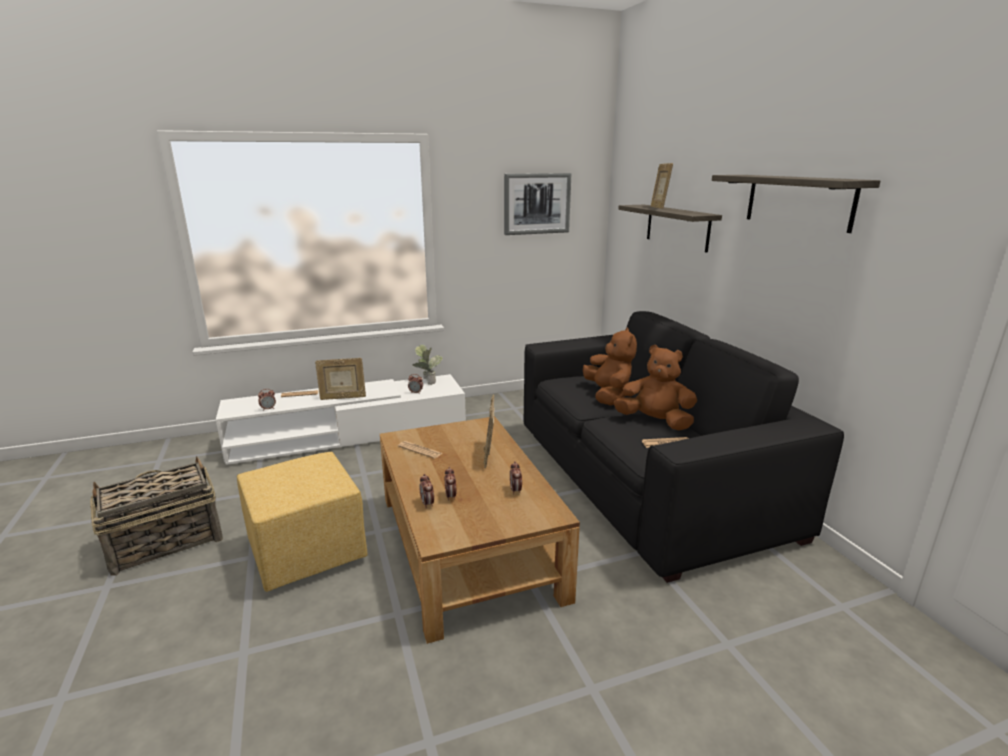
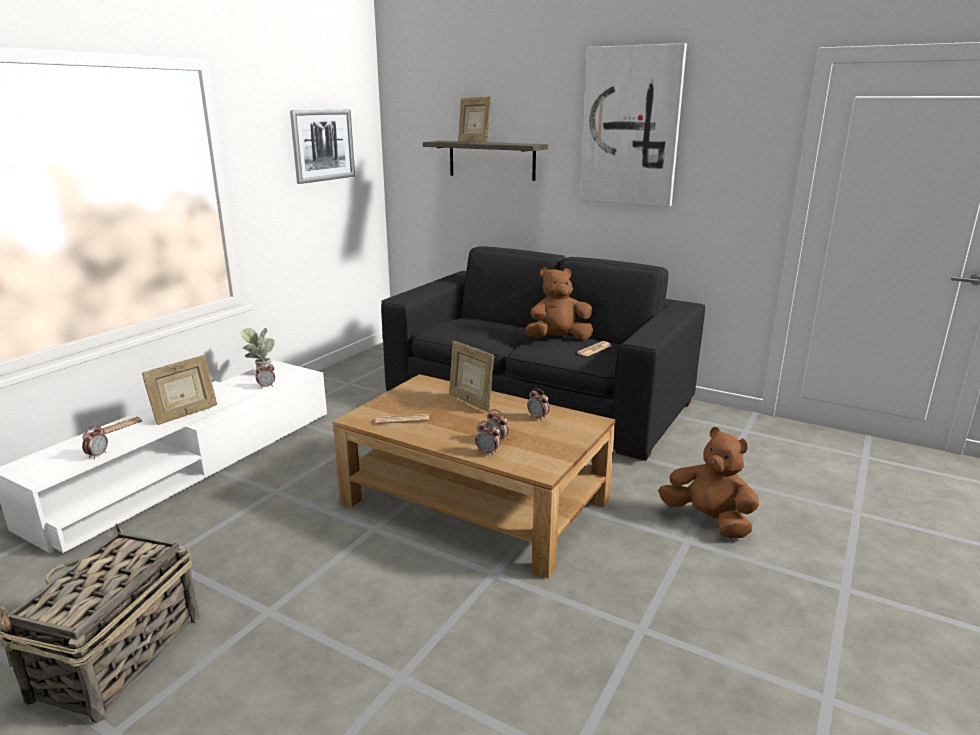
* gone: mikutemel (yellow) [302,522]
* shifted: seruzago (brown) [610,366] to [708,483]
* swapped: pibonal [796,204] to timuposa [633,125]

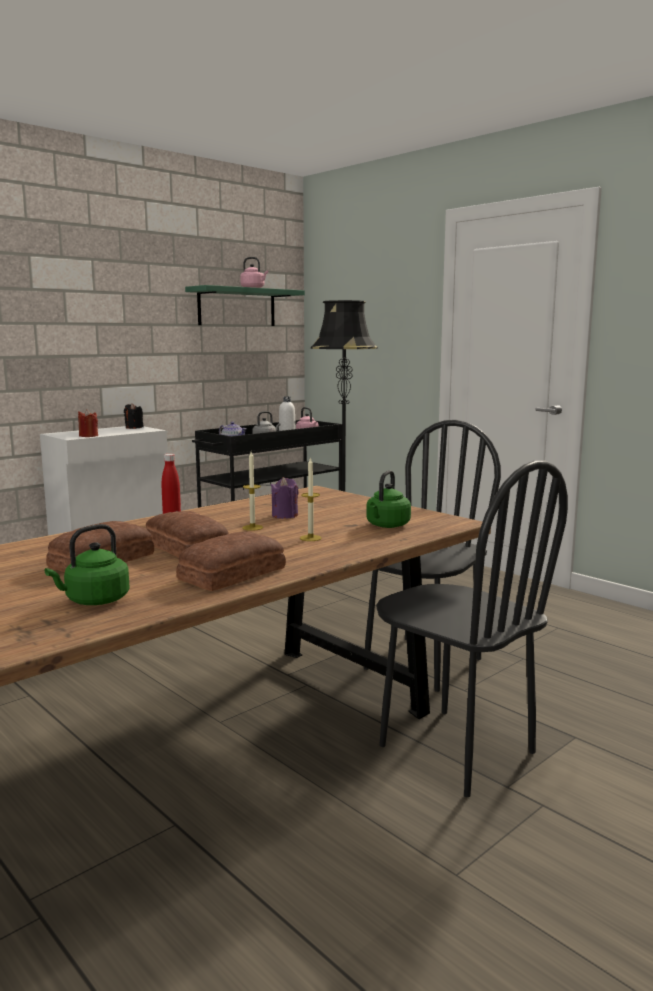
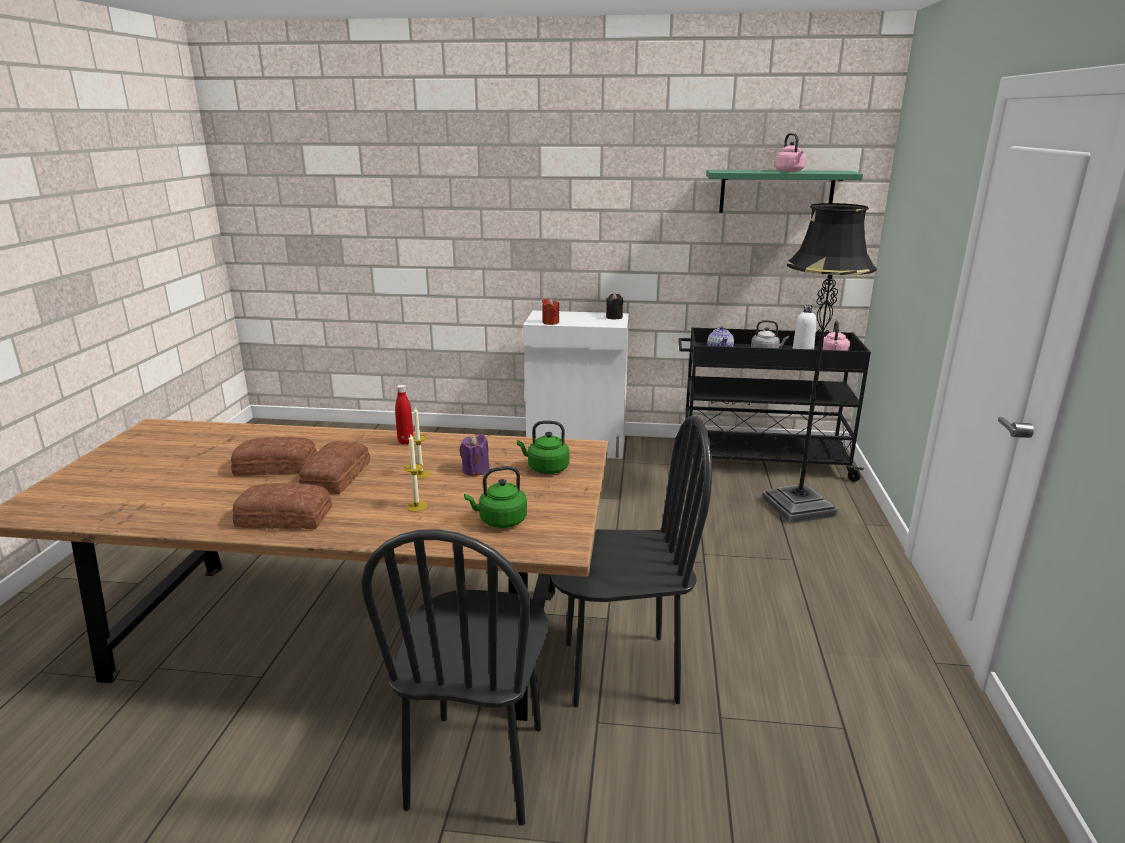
* shifted: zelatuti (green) [87,564] to [543,447]

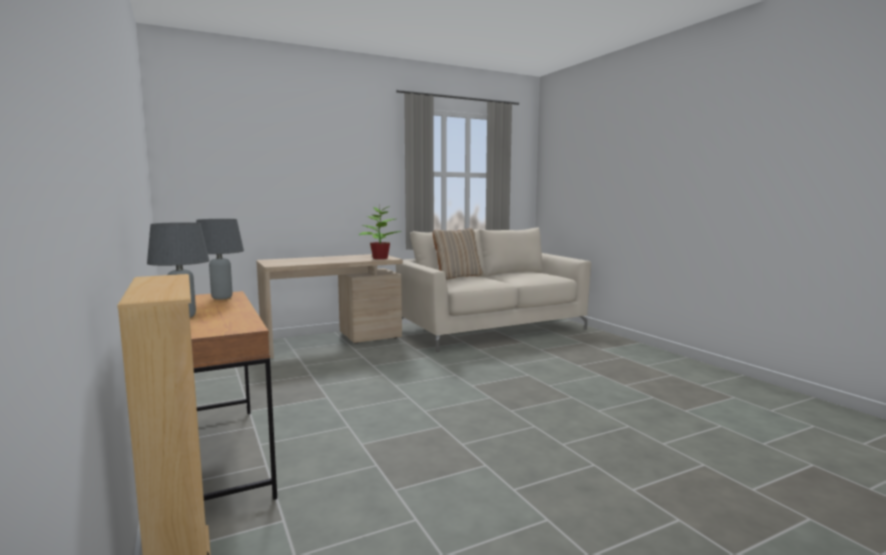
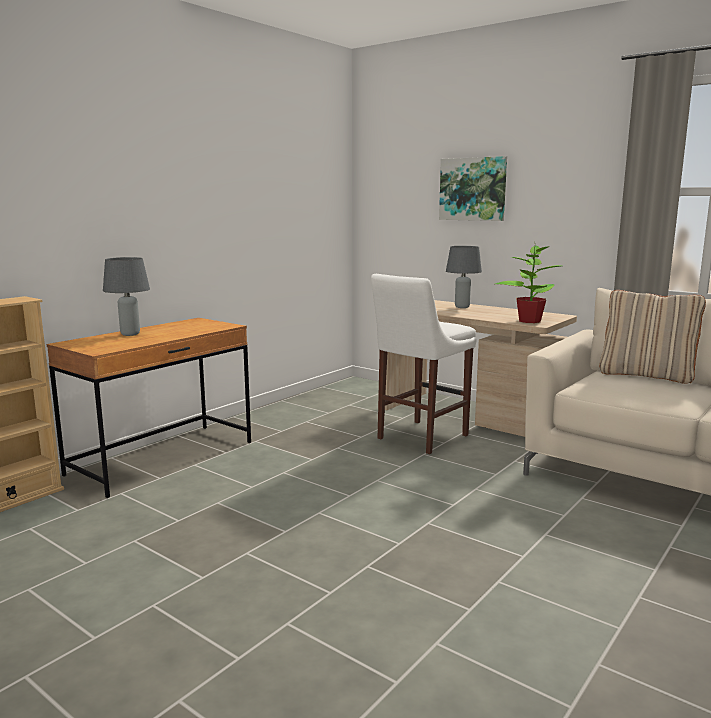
* shifted: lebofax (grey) [220,259] to [464,277]
* new: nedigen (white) [424,364]
* new: timuposa [473,188]

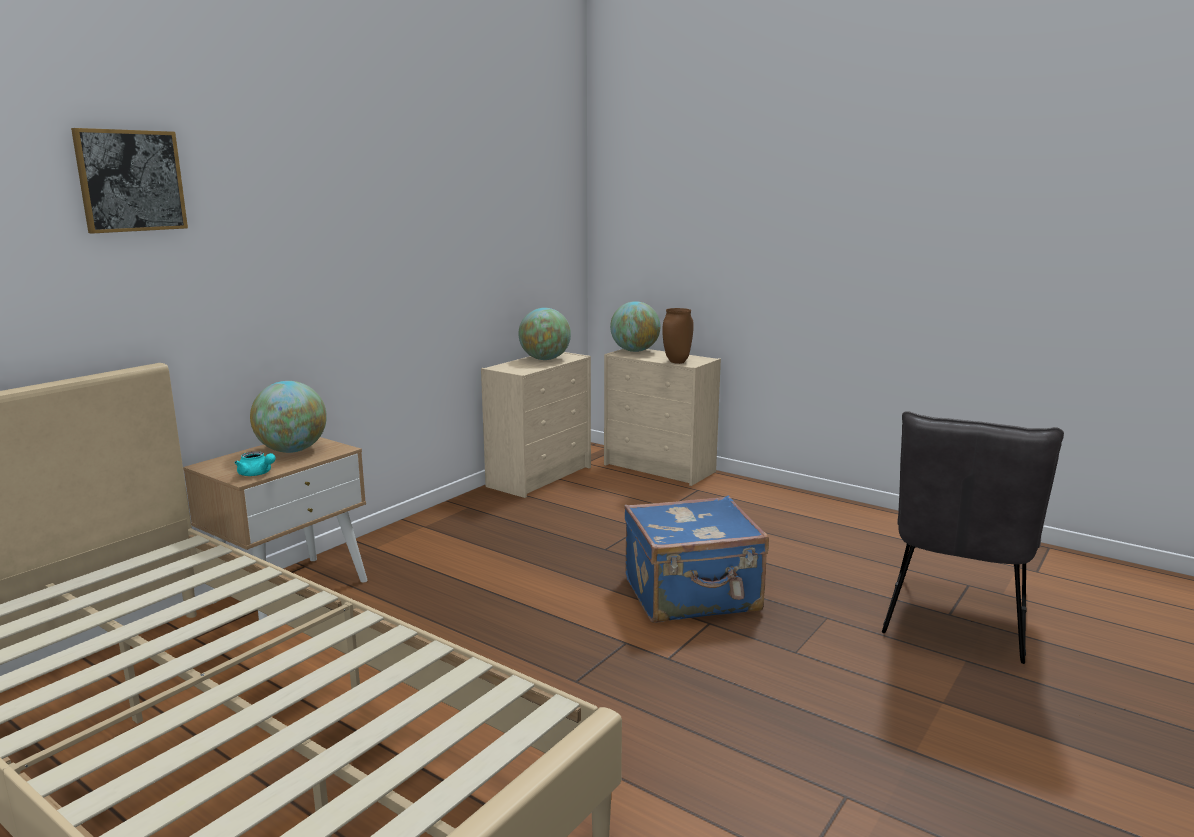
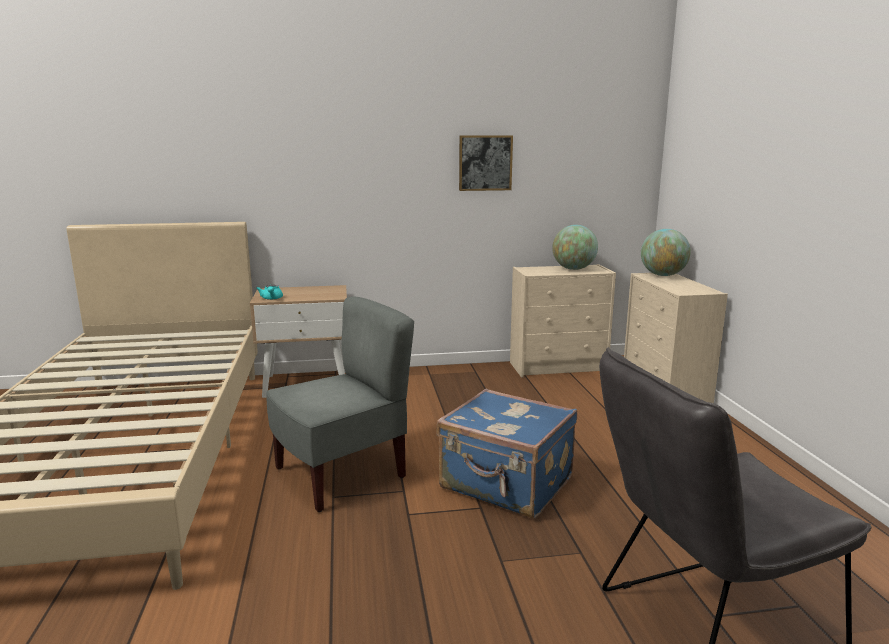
* shifted: timuposa [129,181] to [486,163]
* gone: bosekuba [288,417]
* gone: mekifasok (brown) [678,336]
* new: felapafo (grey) [340,404]

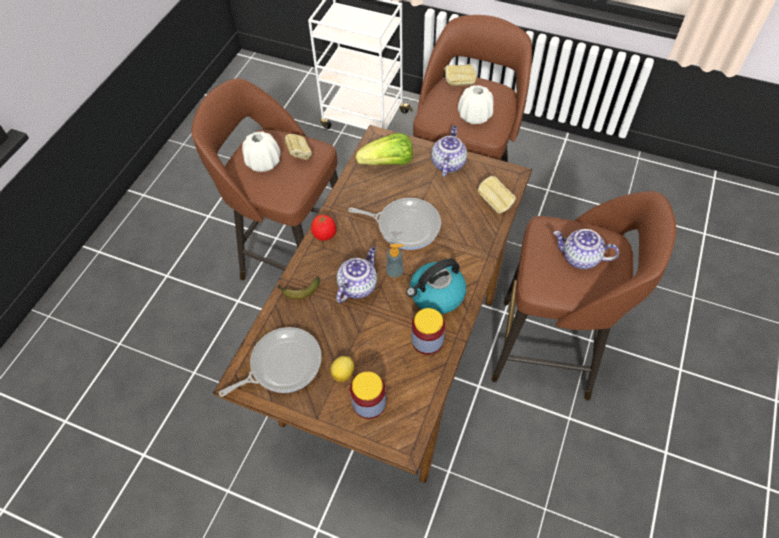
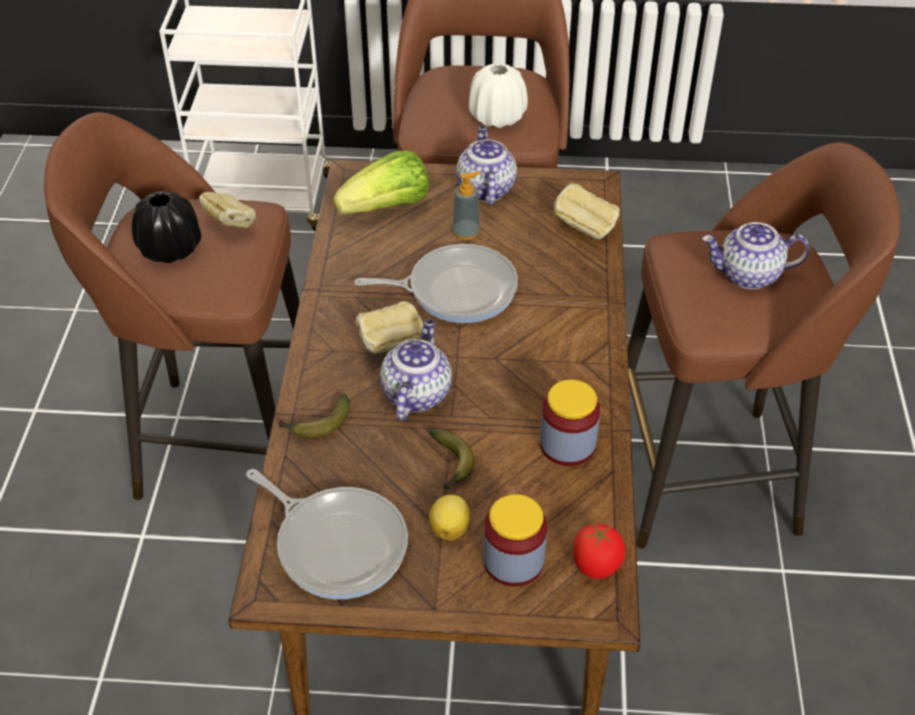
* rotated: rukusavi [270,362] = [327,534] 90 degrees clockwise
* repainted: mekifasok (white) [261,151] to mekifasok (black) [166,227]
* shifted: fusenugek [323,227] to [599,551]
* shifted: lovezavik [395,261] to [466,205]
* gone: zelatuti [436,286]
* shifted: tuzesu [460,75] to [389,327]
* new: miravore [452,459]

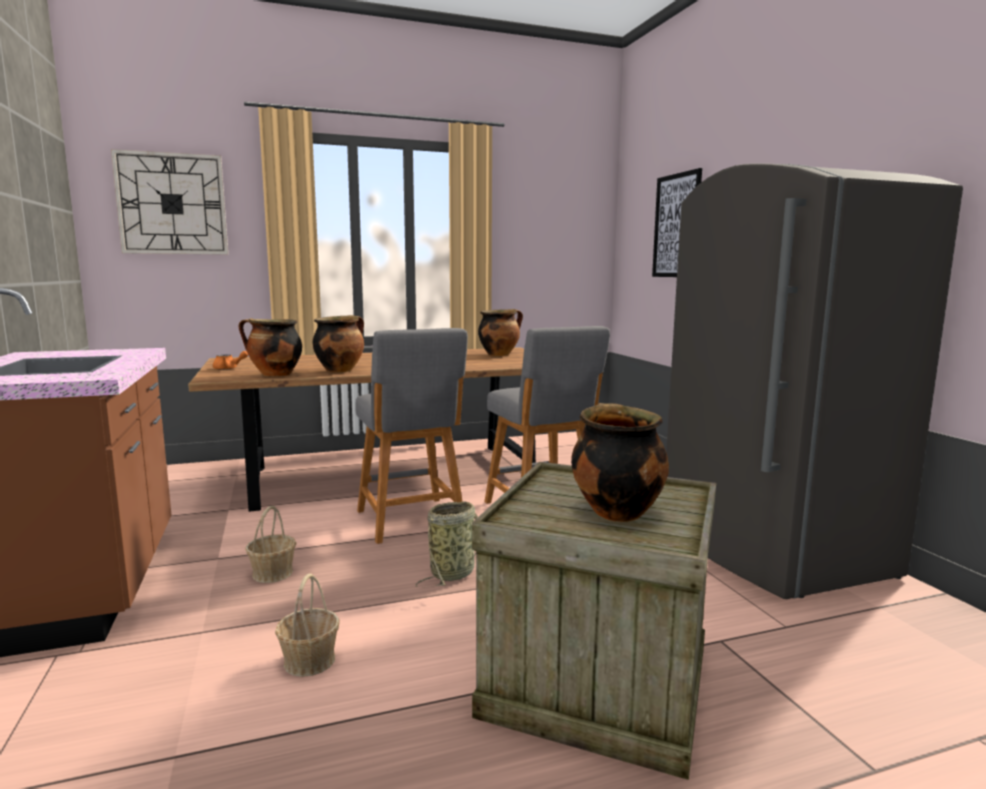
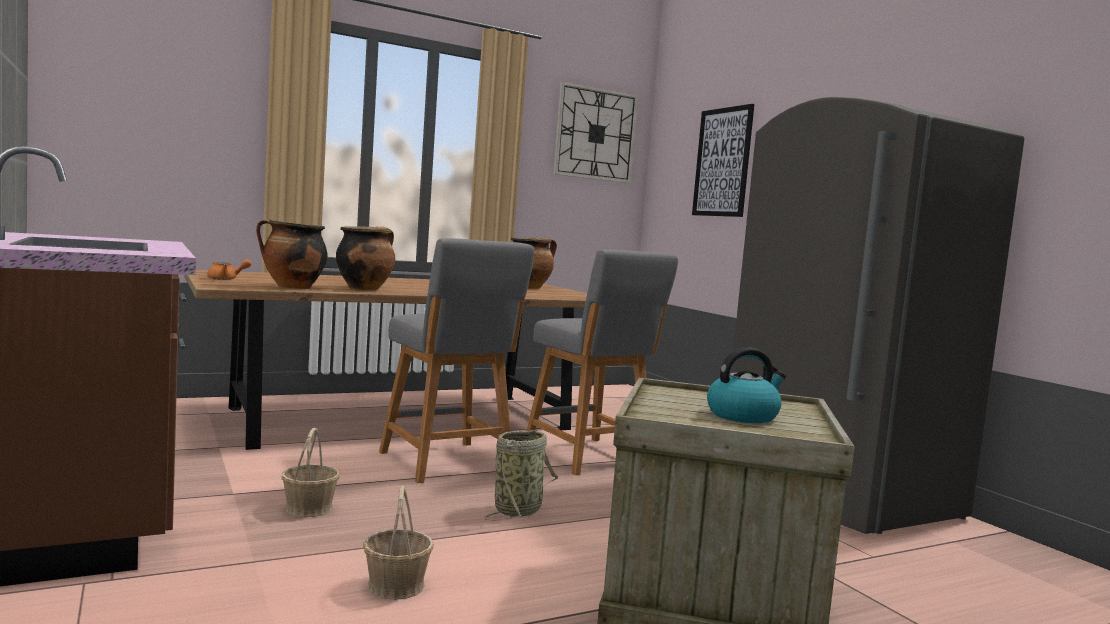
* shifted: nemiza [169,202] to [596,132]
* swapped: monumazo [620,462] to zelatuti [746,385]

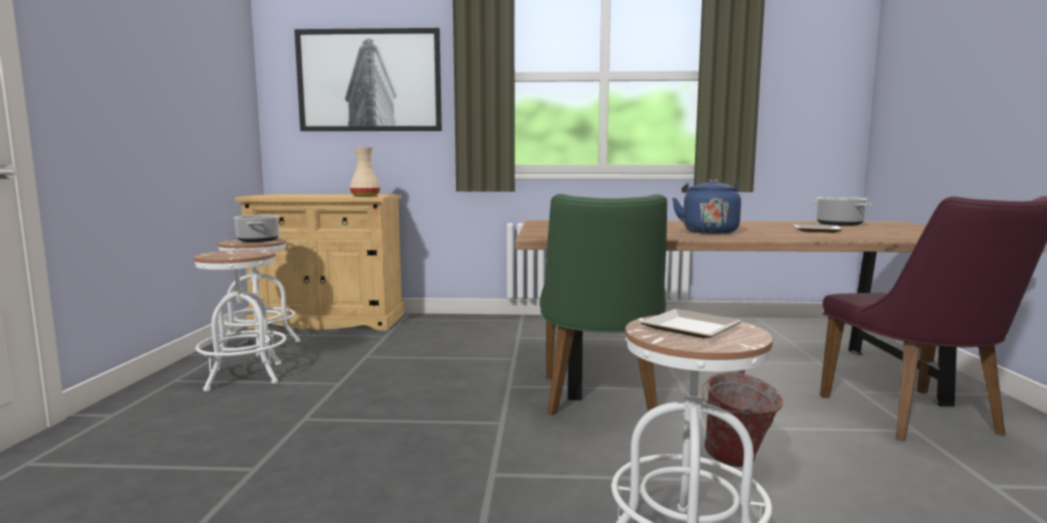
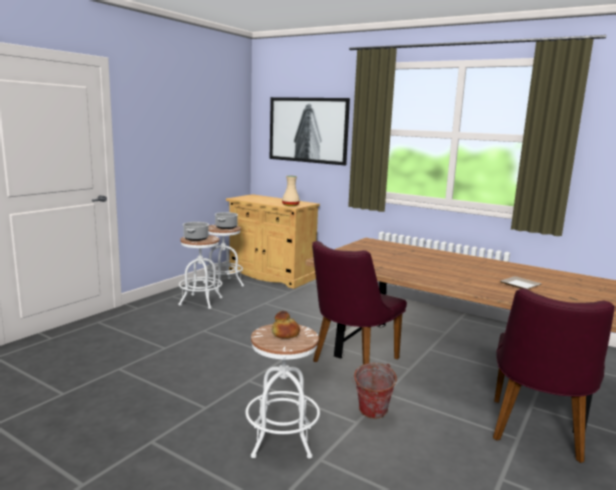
* repainted: felapafo (green) [603,304] to felapafo (purple) [359,302]
* swapped: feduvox [691,323] to tuzesu [286,325]
* gone: zelatuti (blue) [706,206]
* shifted: monumazo [842,211] to [196,231]

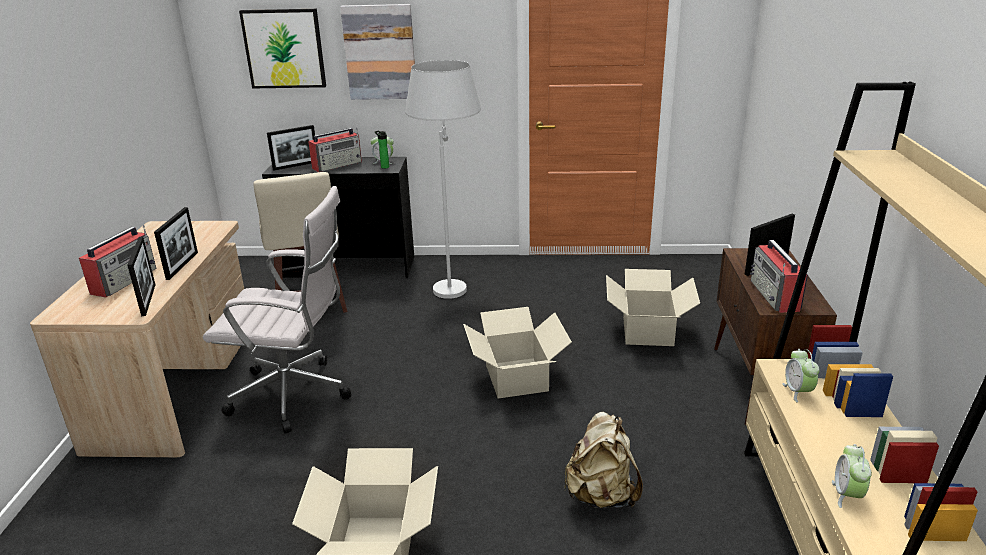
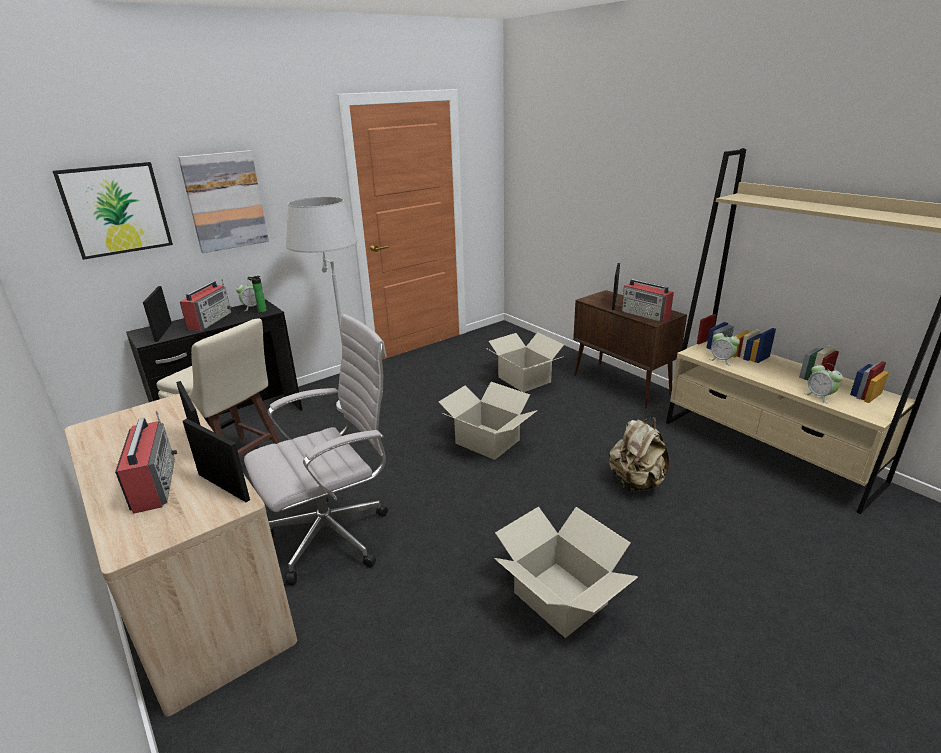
* rotated: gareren [291,147] = [157,314] 150 degrees clockwise

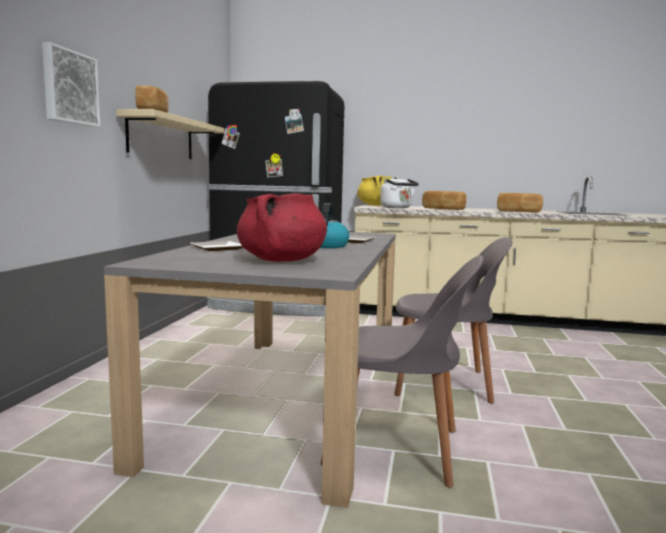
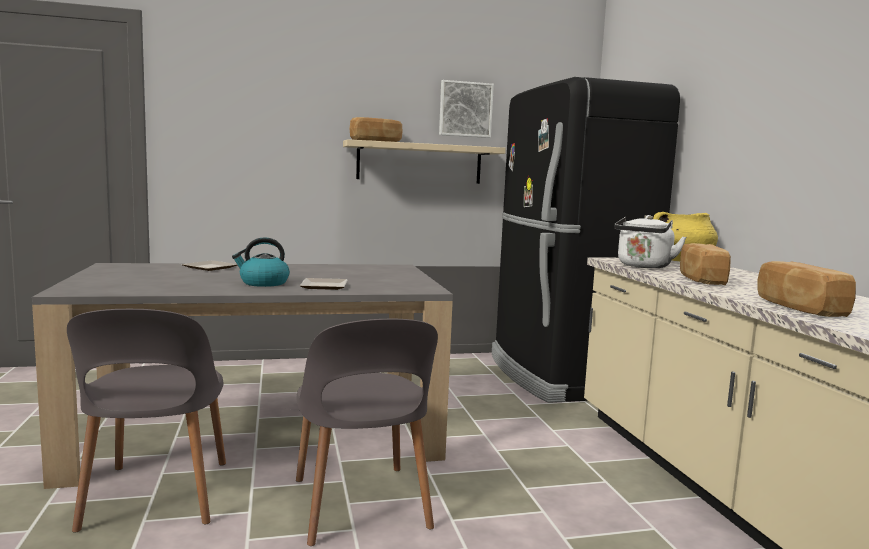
* shifted: timuposa [71,84] to [466,109]
* gone: monumazo (red) [282,227]

